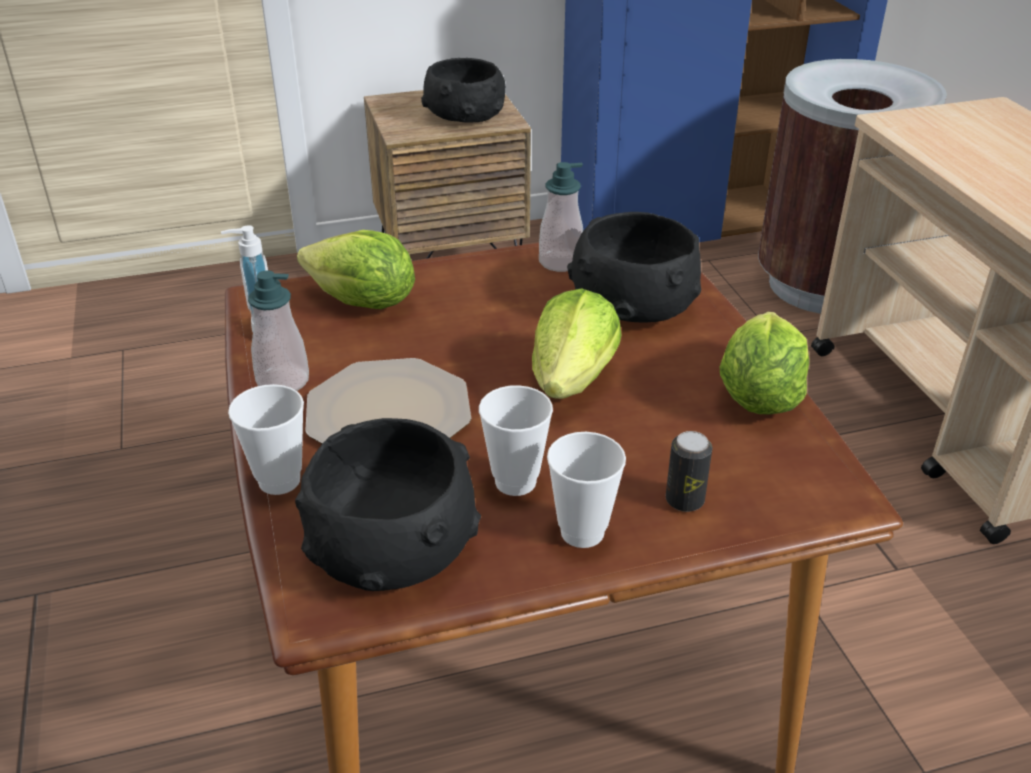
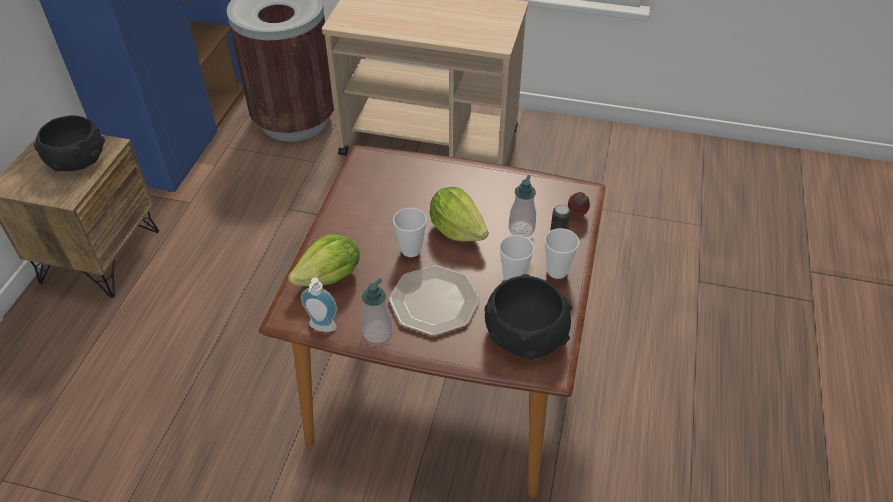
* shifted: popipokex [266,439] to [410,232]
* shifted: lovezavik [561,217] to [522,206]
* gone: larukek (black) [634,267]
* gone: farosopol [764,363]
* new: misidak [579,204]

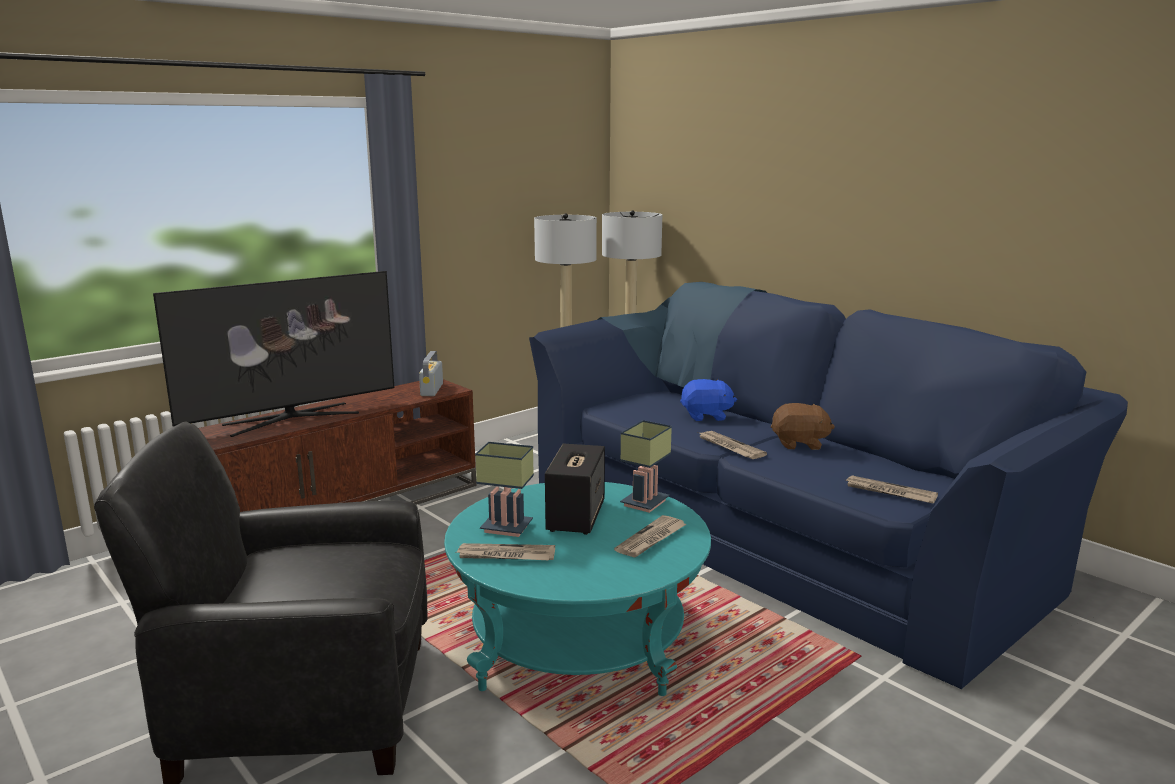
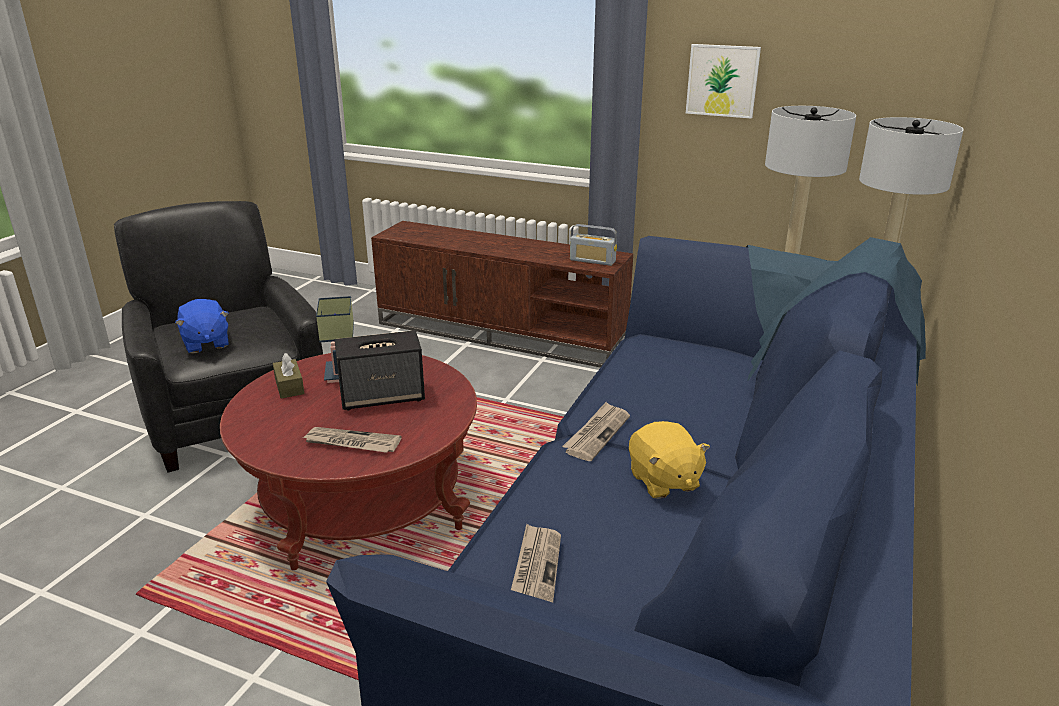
* gone: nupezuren [273,354]
* rotated: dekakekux [431,373] = [593,245] 135 degrees counterclockwise
* repainted: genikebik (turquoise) [577,589] to genikebik (red) [348,461]
* swapped: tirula [505,551] to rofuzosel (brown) [288,376]
* gone: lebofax [646,466]
* shifted: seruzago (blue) [708,400] to [202,326]
* repainted: seruzago (brown) [803,426] to seruzago (yellow) [669,460]
* new: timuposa [723,81]

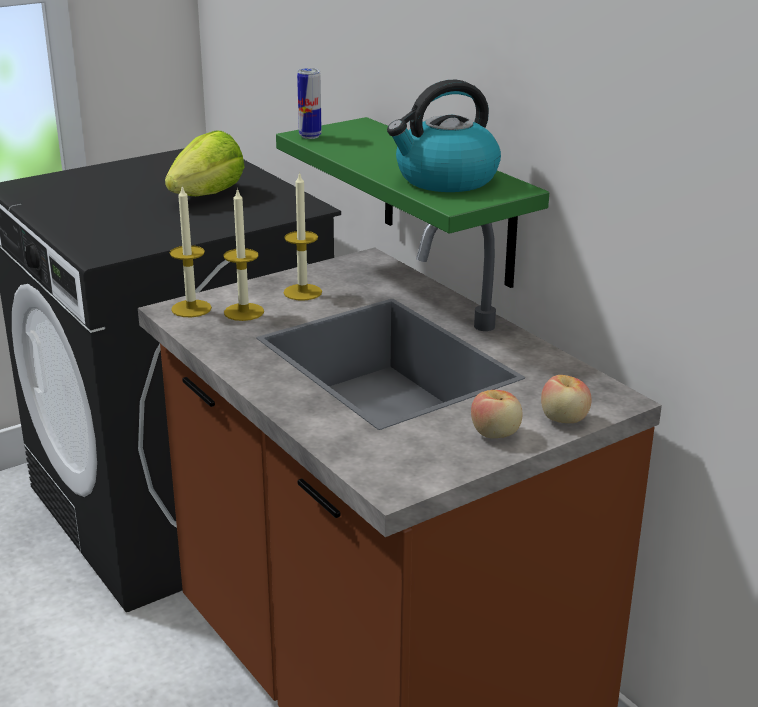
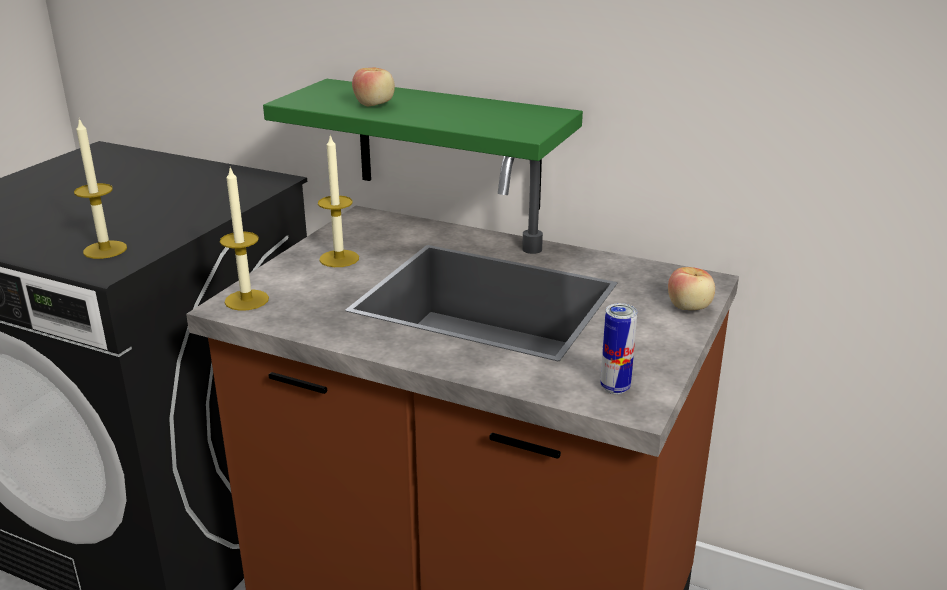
* gone: farosopol [204,163]
* shifted: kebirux [243,254] to [100,189]
* shifted: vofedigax [309,103] to [618,348]
* gone: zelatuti [444,136]
* shifted: misidak [497,414] to [373,87]

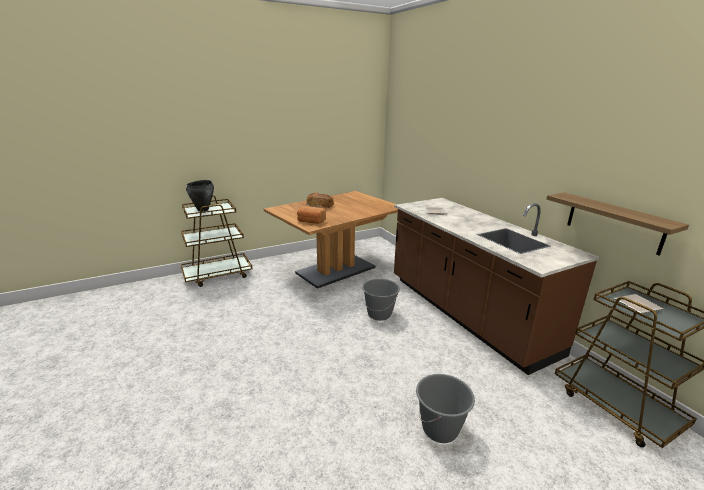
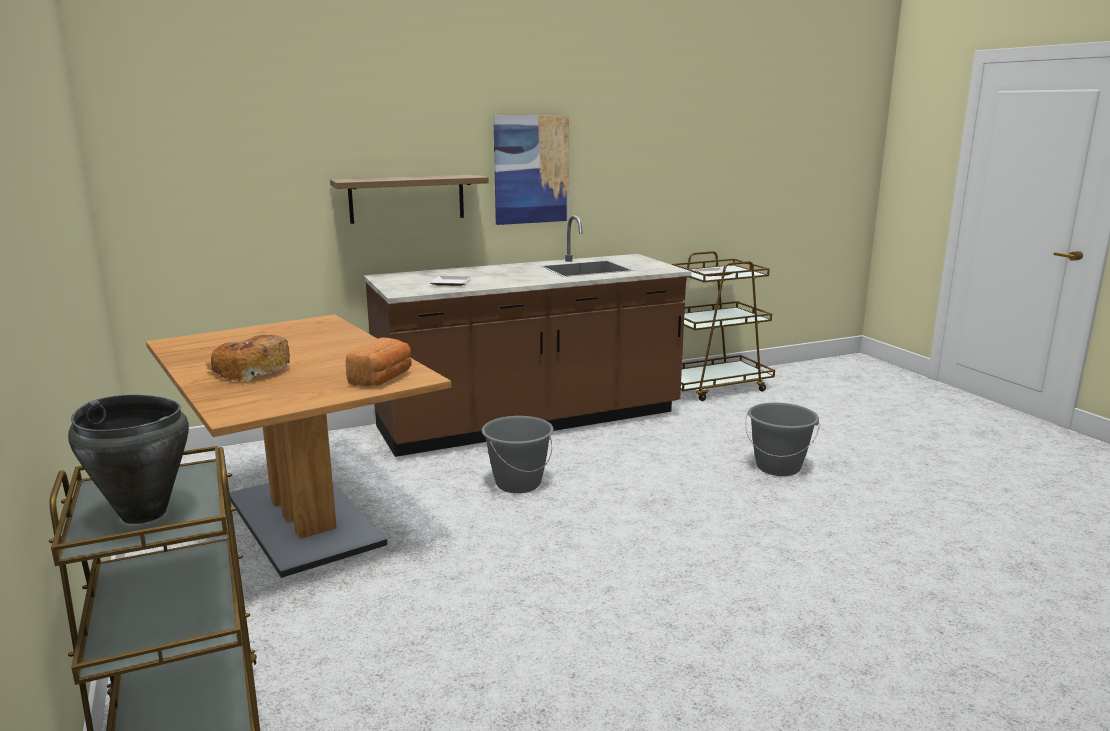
* shifted: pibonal [618,224] to [409,199]
* new: timuposa [531,170]

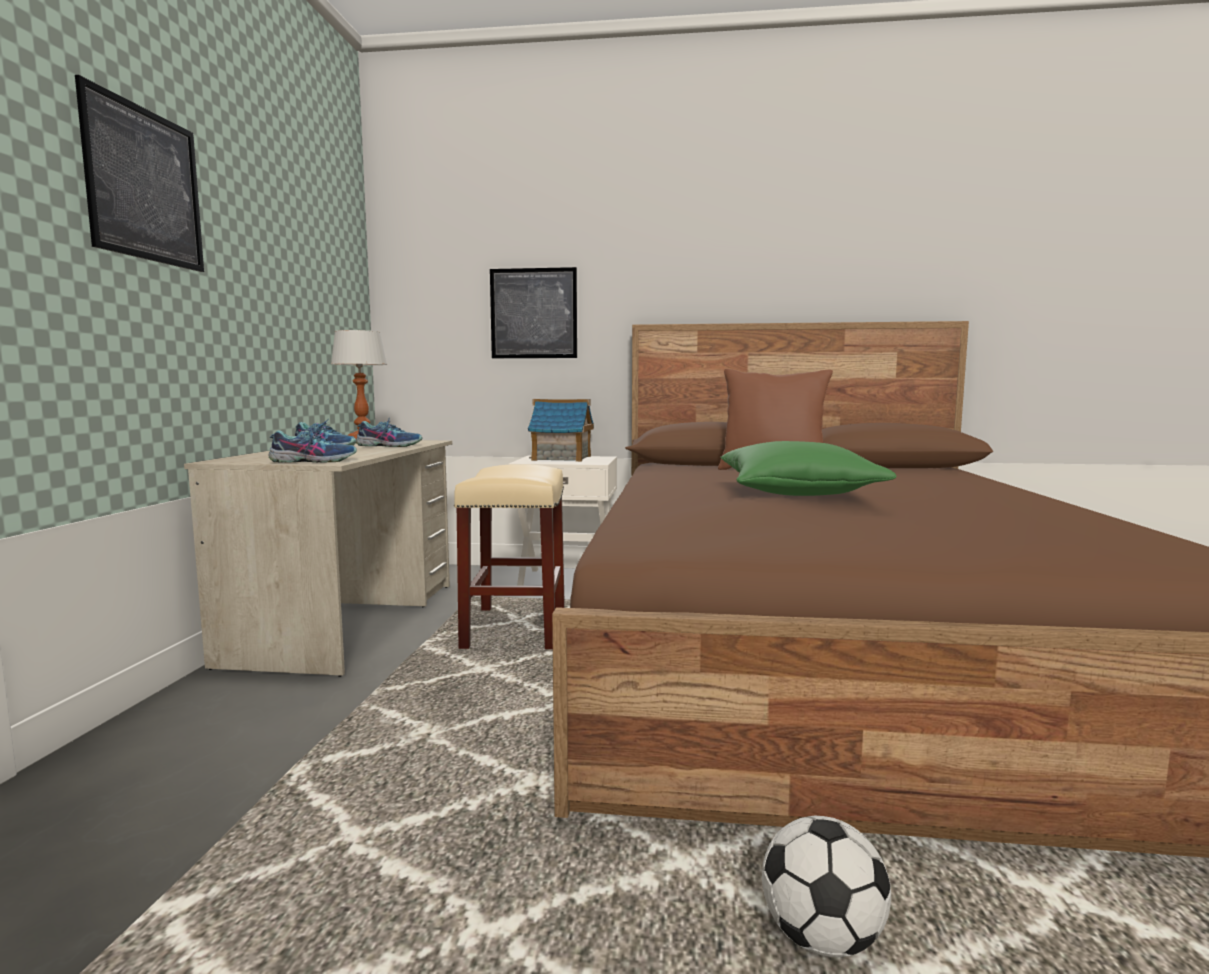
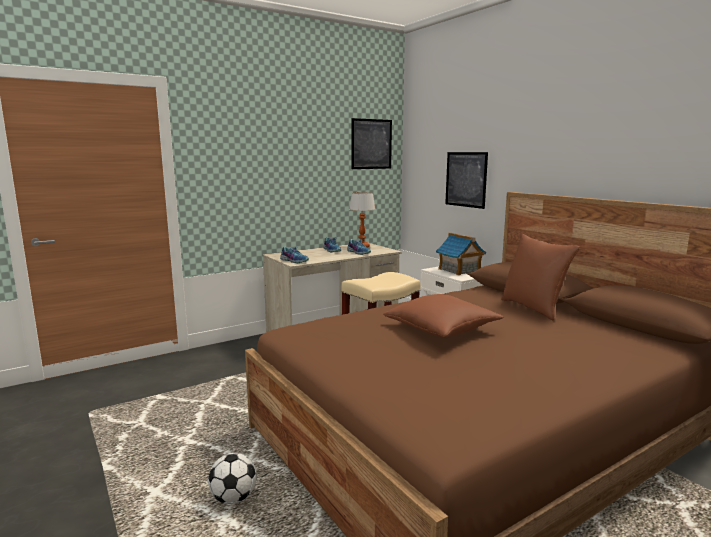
* shifted: timuposa [139,173] to [371,143]
* repainted: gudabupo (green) [808,468] to gudabupo (brown) [443,315]

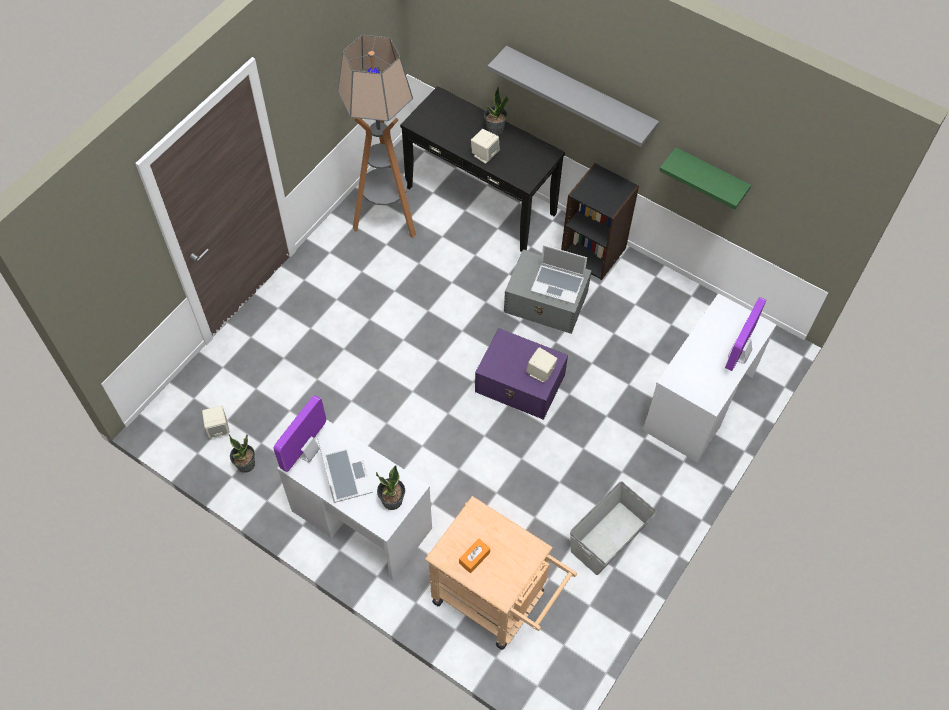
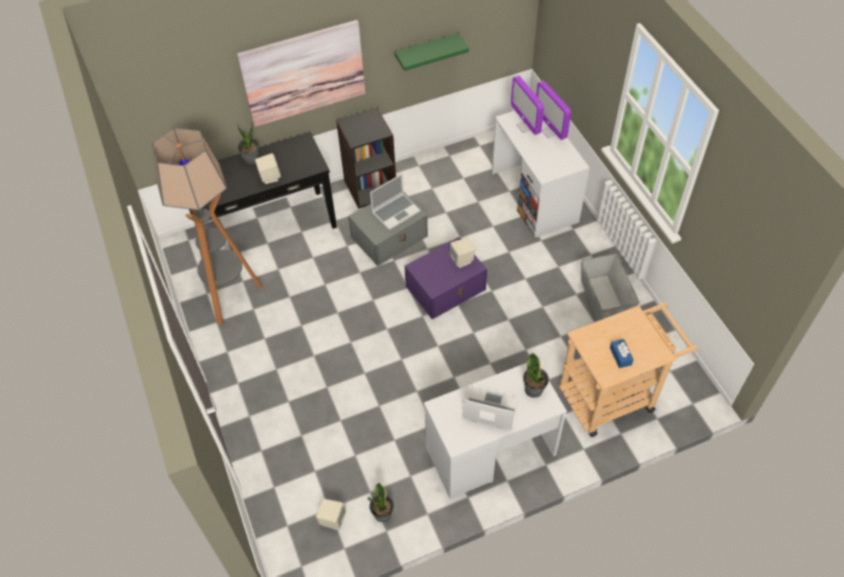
* shifted: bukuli [299,433] to [527,105]
* repainted: rofuzosel (orange) [474,556] to rofuzosel (blue) [622,353]
* swapped: pibonal (grey) [573,96] to timuposa [301,73]

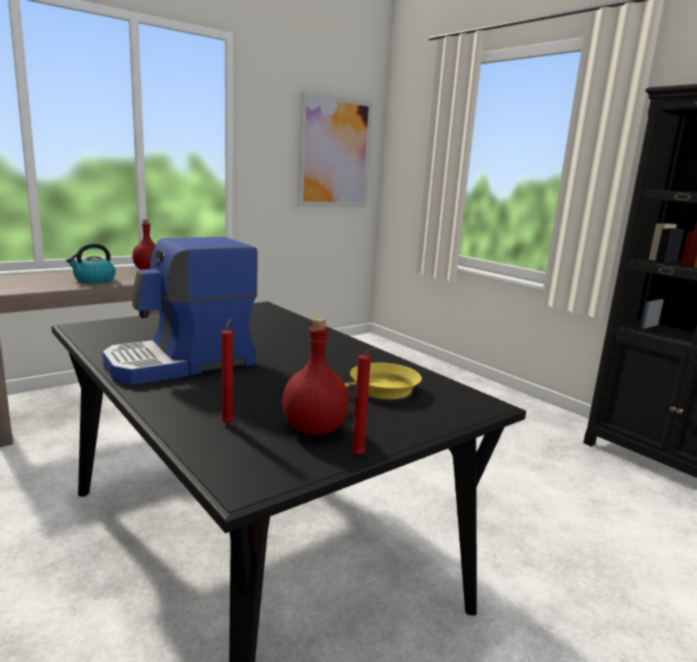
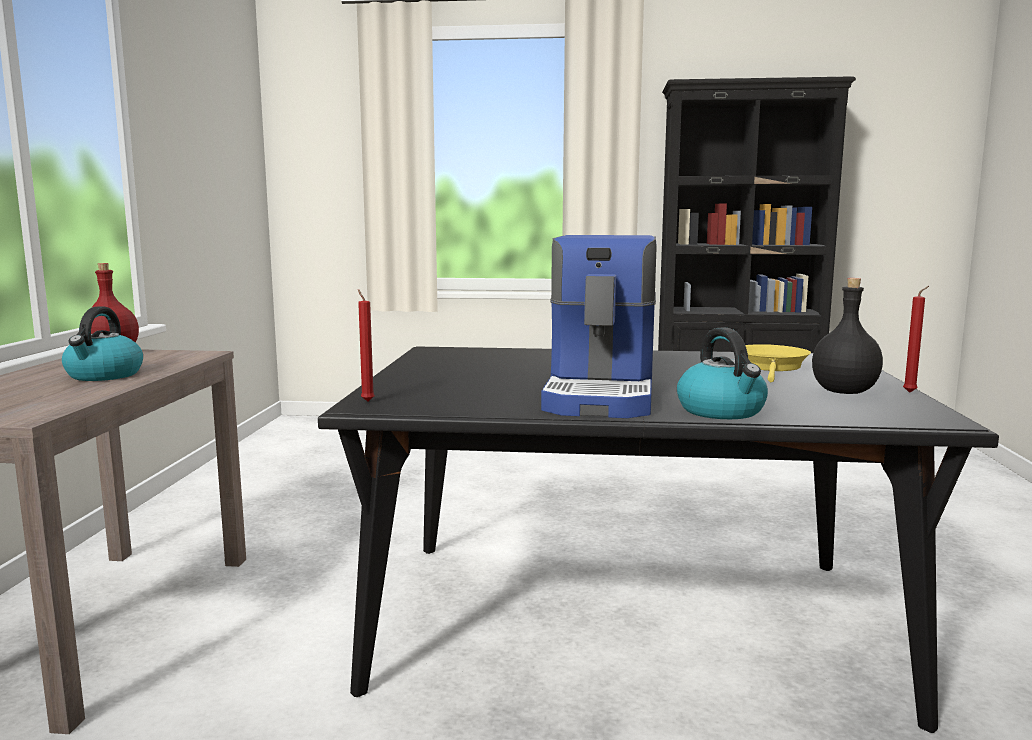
* shifted: kebirux (red) [227,371] to [366,345]
* repainted: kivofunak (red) [315,376] to kivofunak (black) [847,336]
* gone: timuposa [335,149]
* new: zelatuti [722,373]

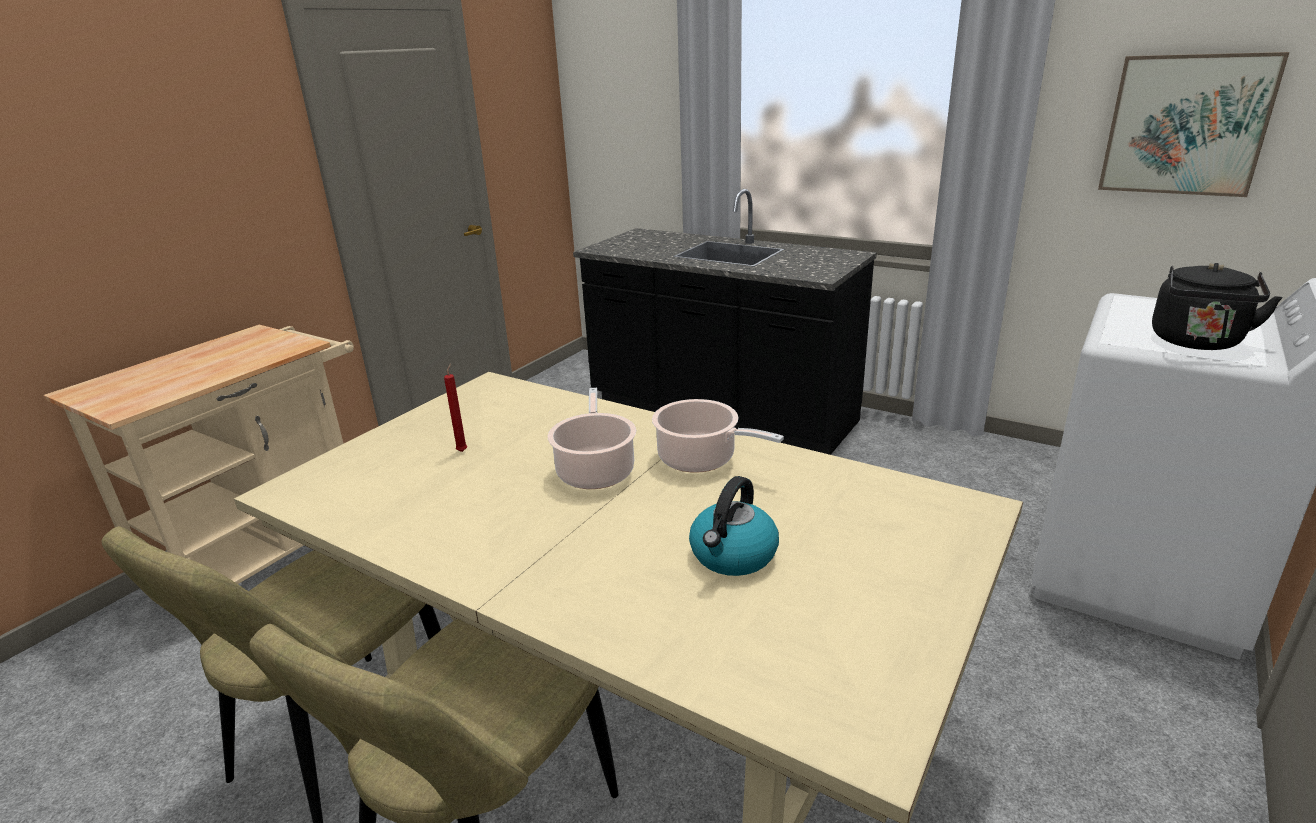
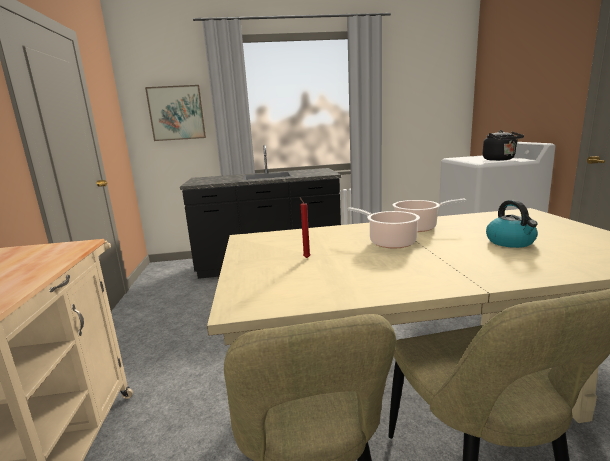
* shifted: timuposa [1193,124] to [175,113]

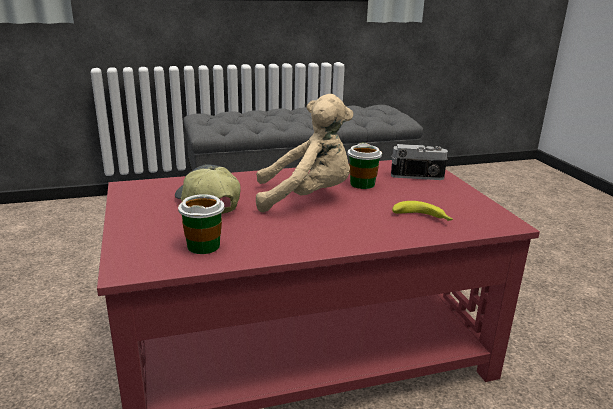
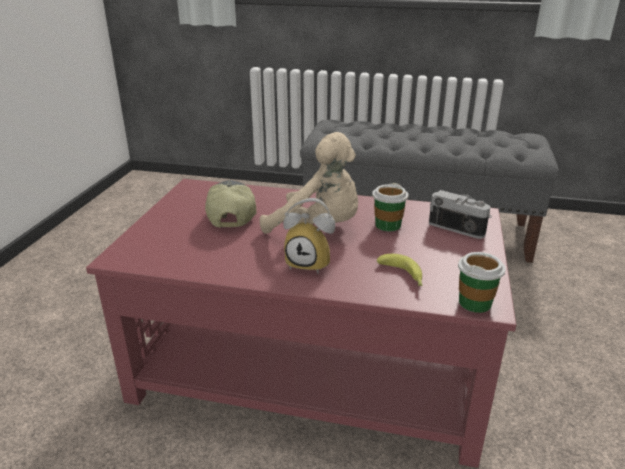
* shifted: popipokex [201,224] to [482,282]
* new: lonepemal [309,236]

